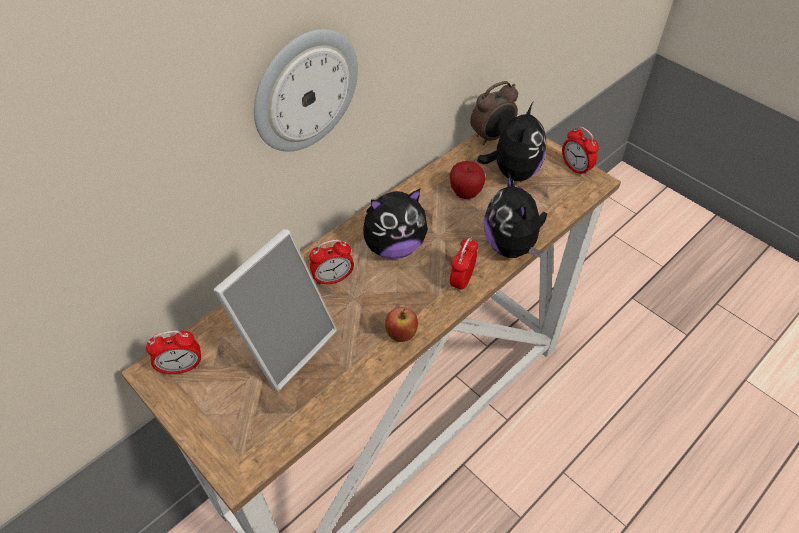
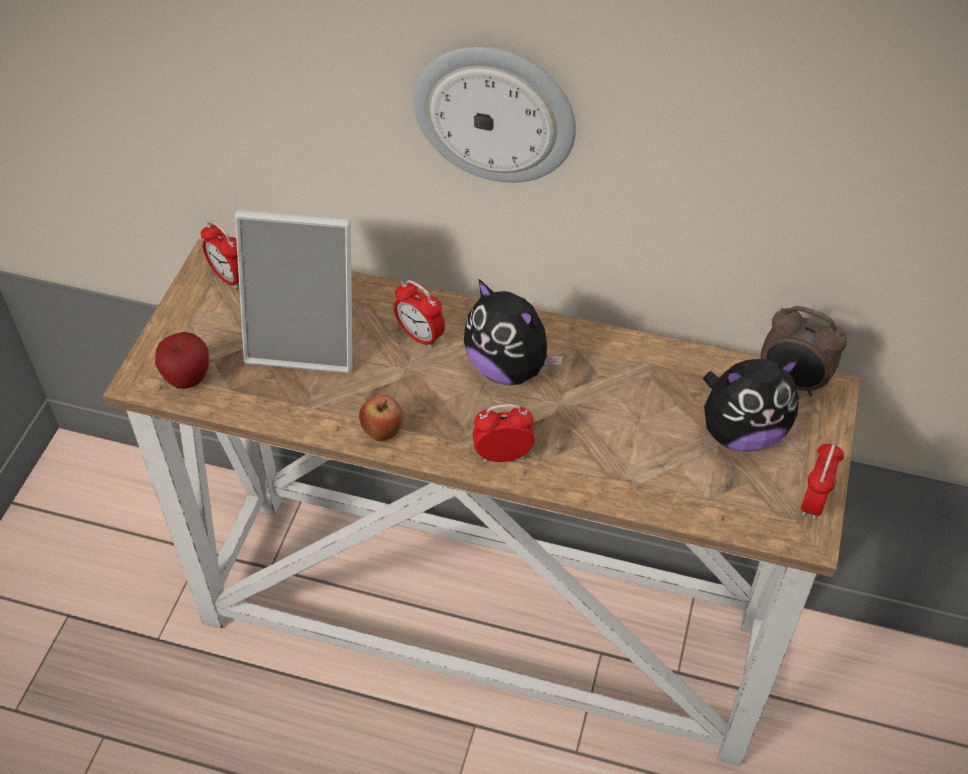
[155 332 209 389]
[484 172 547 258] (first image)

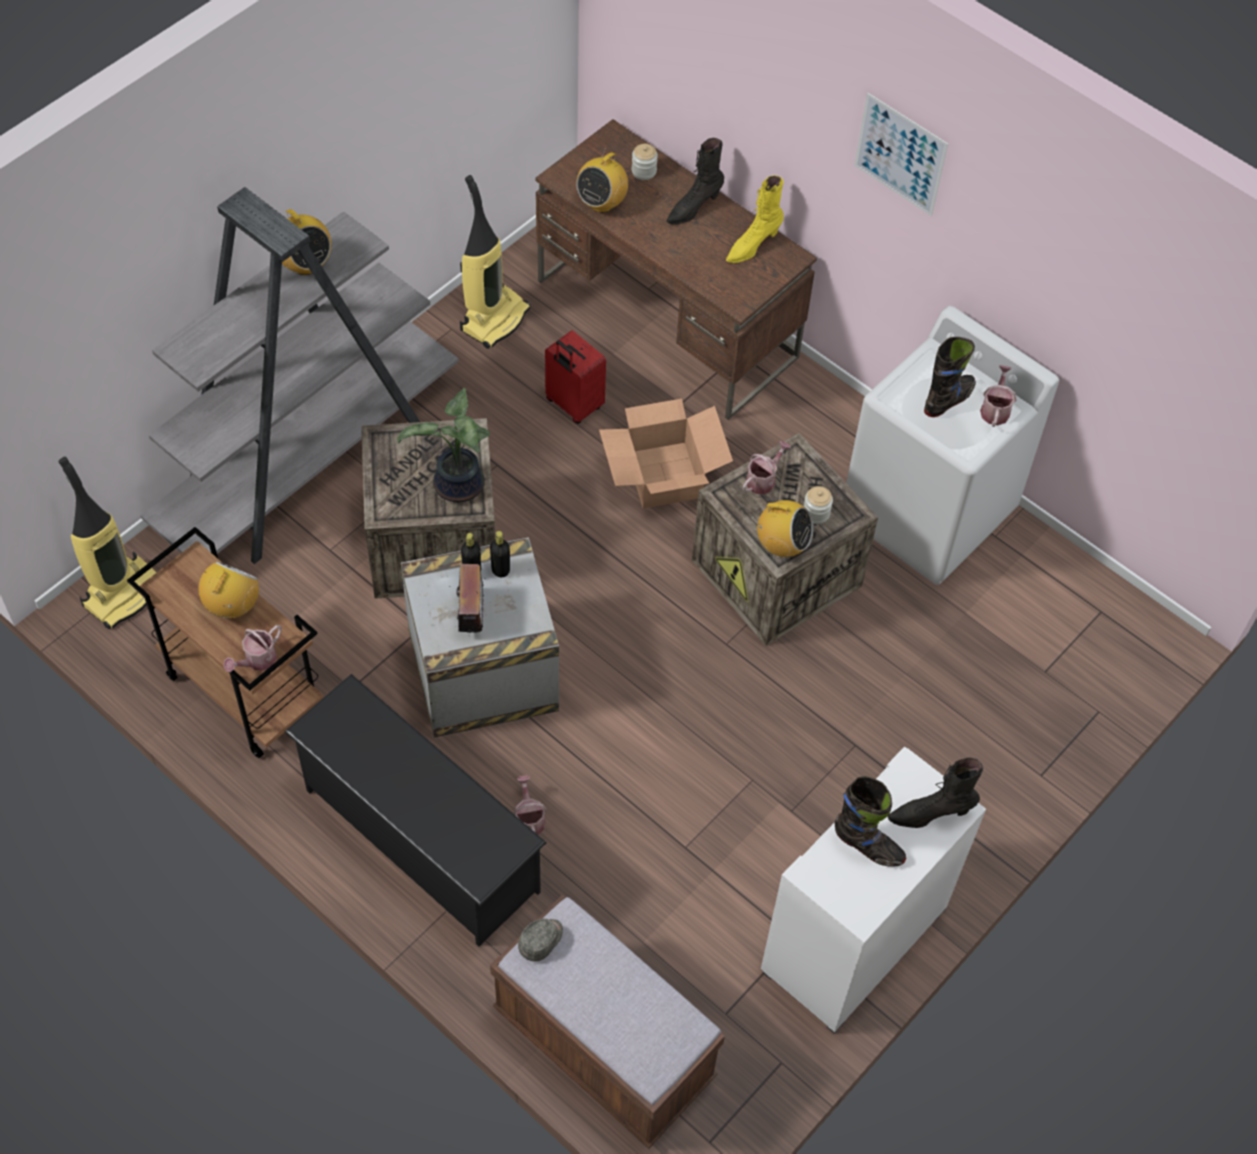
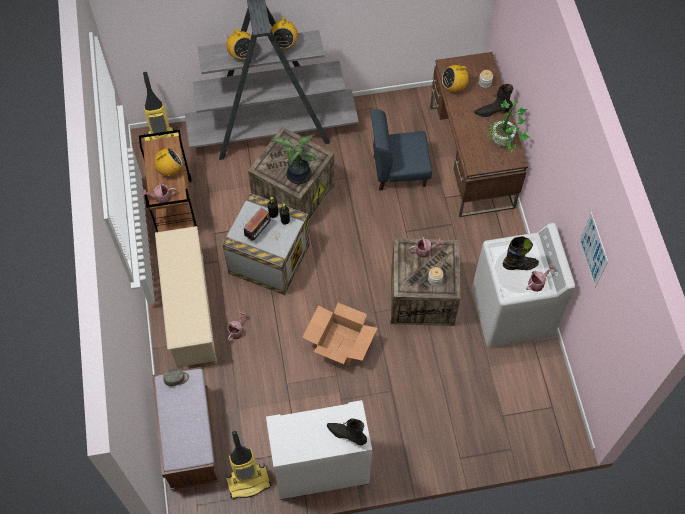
[155 226 217 367]
[226 28 255 61]
[226 431 271 499]
[303 303 377 366]
[370 109 432 191]
[487 99 530 152]
[579 212 608 288]
[835 776 906 867] (first image)

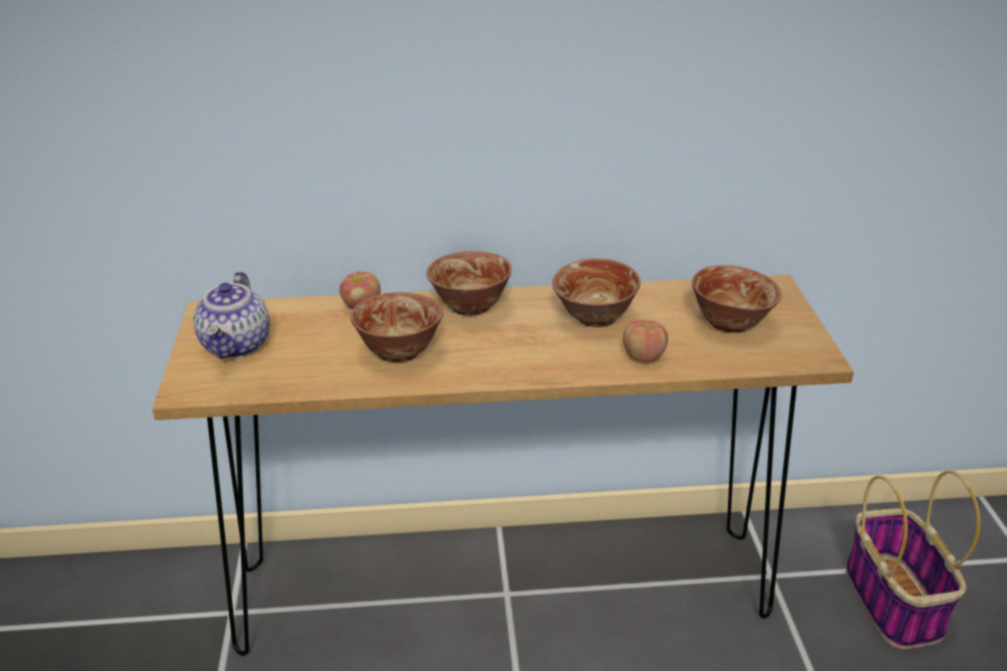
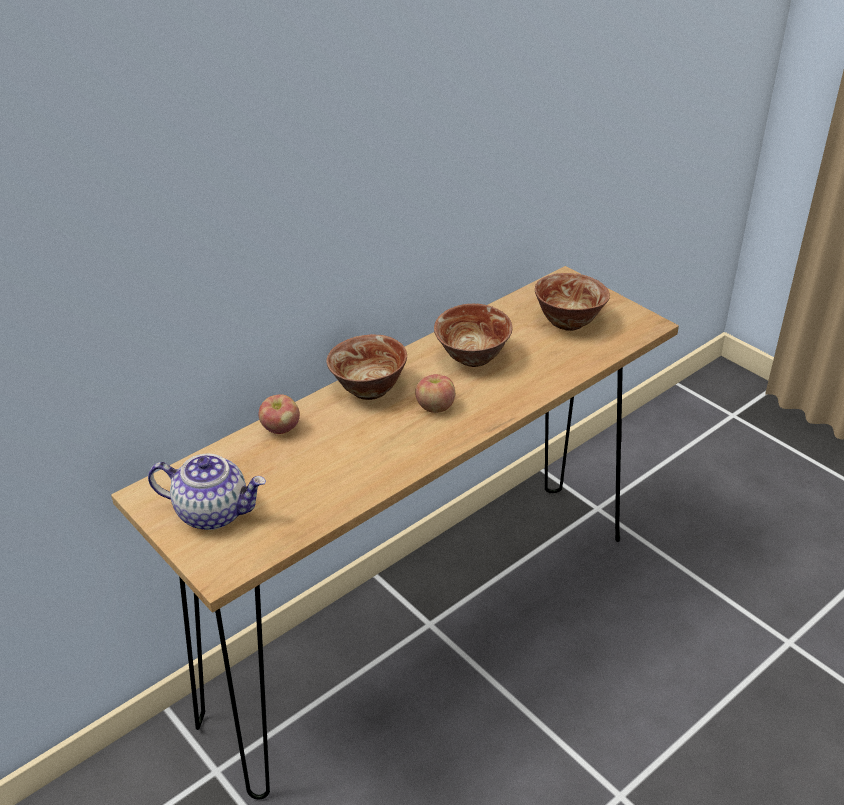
[148 454 266 530]
[415 374 455 413]
[350 292 443 362] (first image)
[846 470 980 649] (first image)

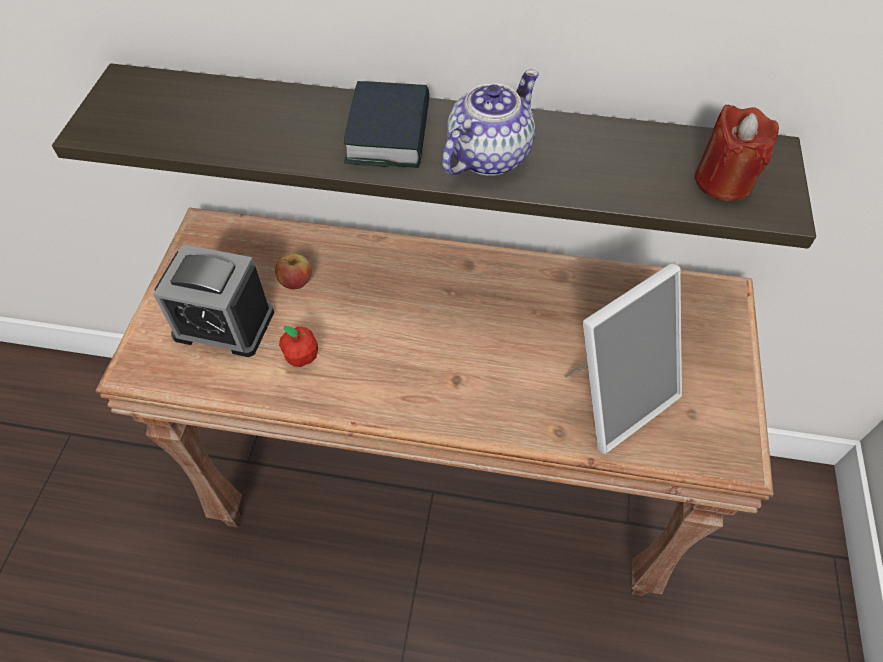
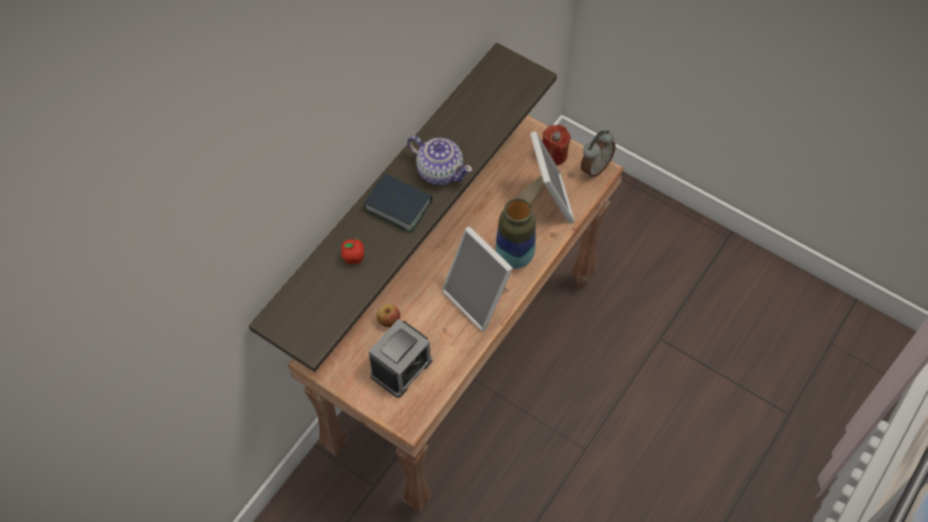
[341 237 364 264]
[407 135 472 185]
[442 227 513 332]
[495 198 536 269]
[542 125 571 166]
[581 130 616 178]

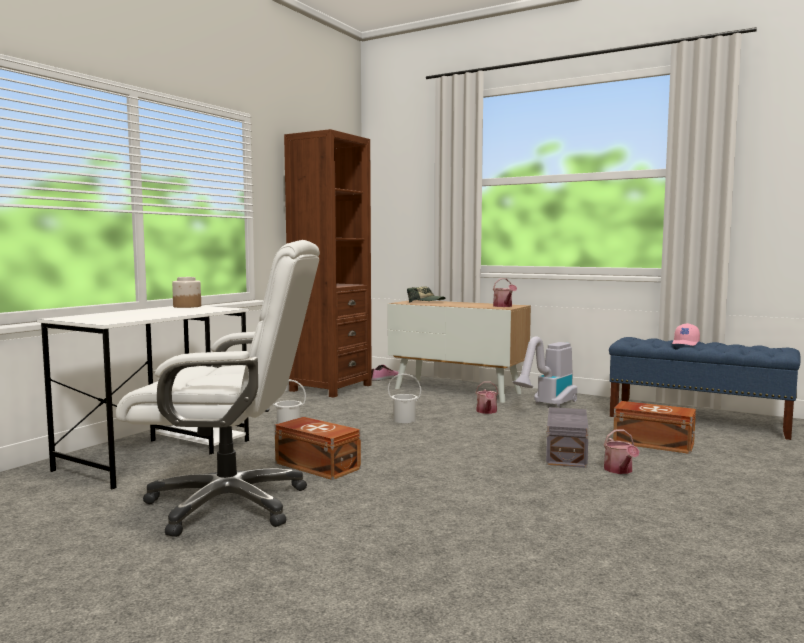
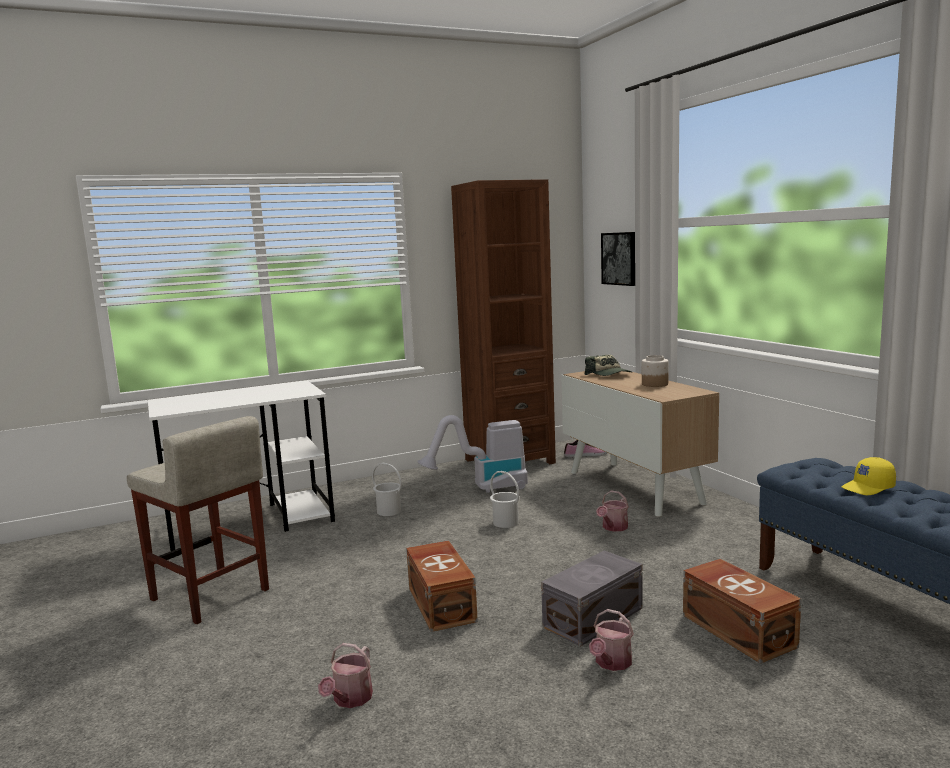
[127 416 269 624]
[318 643 373 708]
[406 541 478 632]
[417 415 528 493]
[601 232 635 286]
[642 355 669 387]
[841 457 896 495]

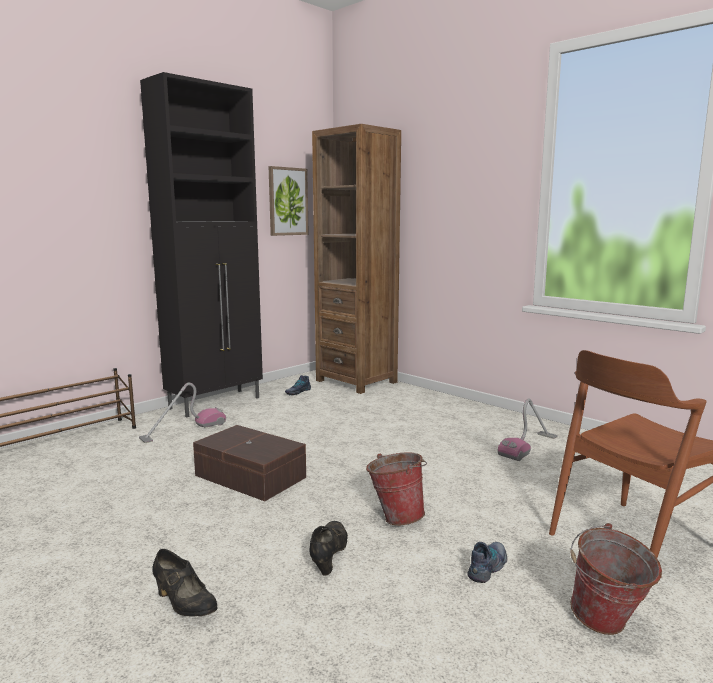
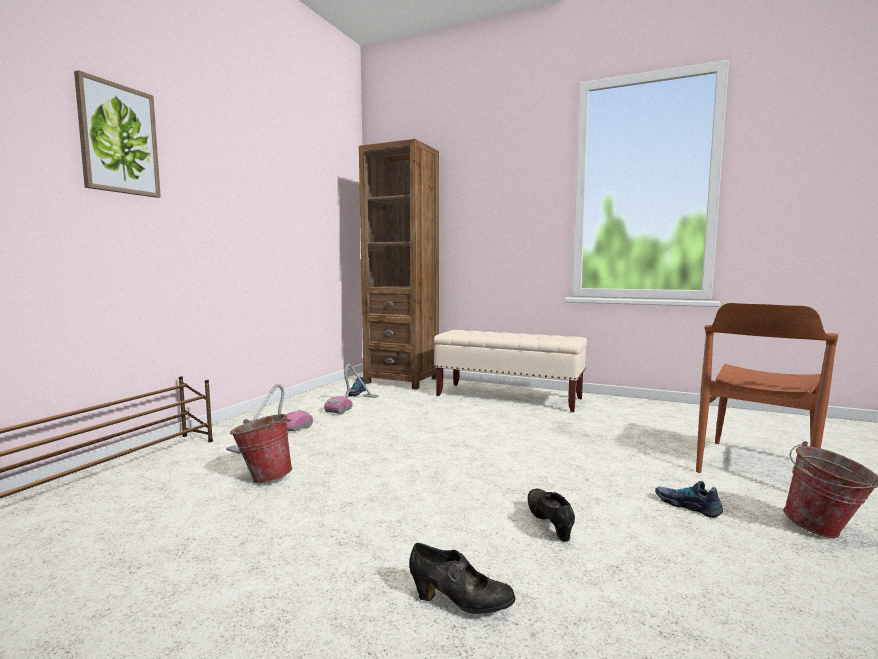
[74 70 161 198]
[230 414 293 484]
[324 364 379 414]
[434 330 587 412]
[655 481 723 518]
[140 72 263 417] (first image)
[193 425 306 501] (first image)

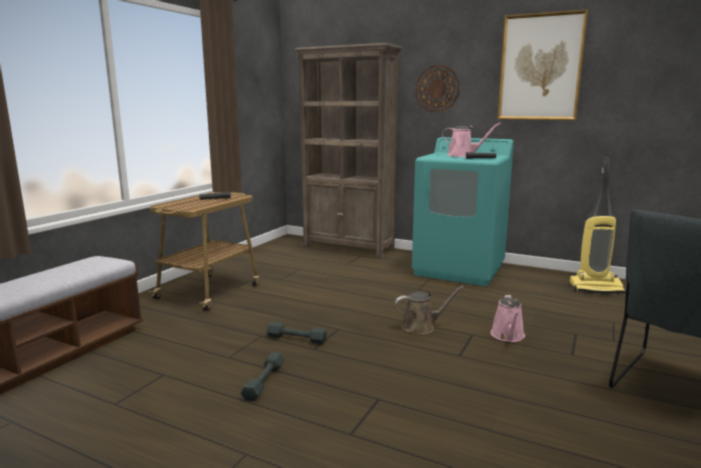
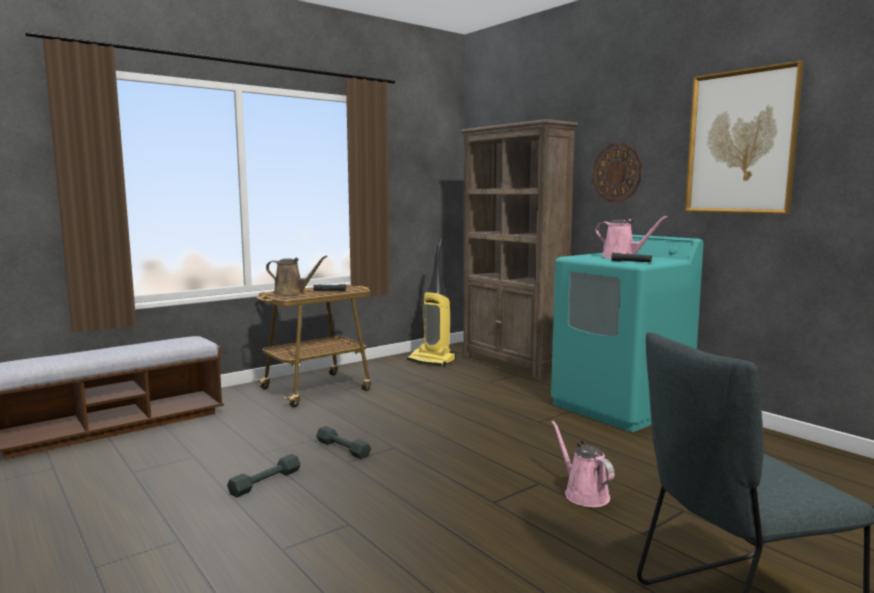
[266 255 328 295]
[407 239 456 367]
[552 421 614 507]

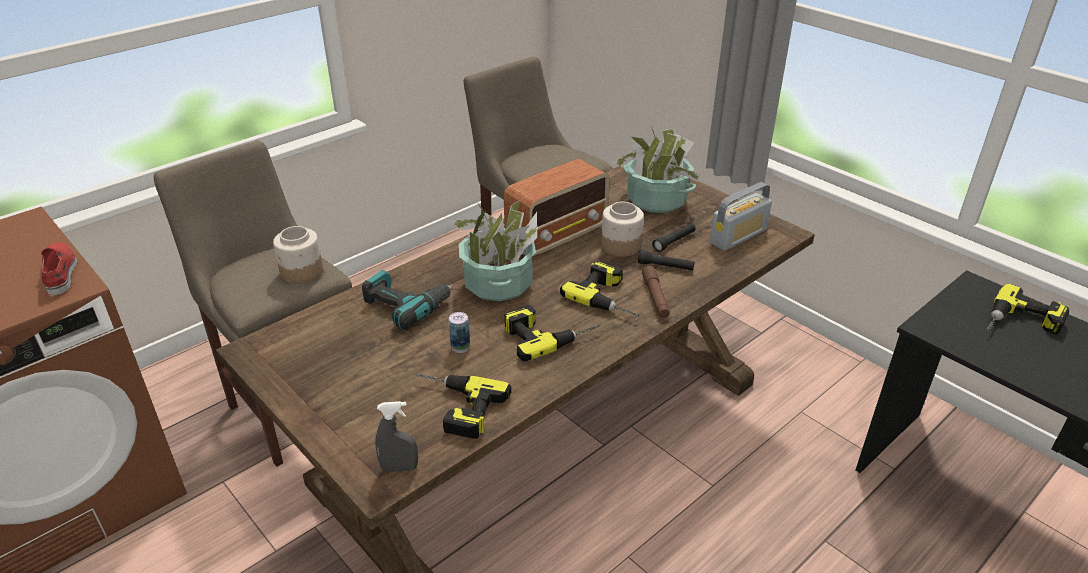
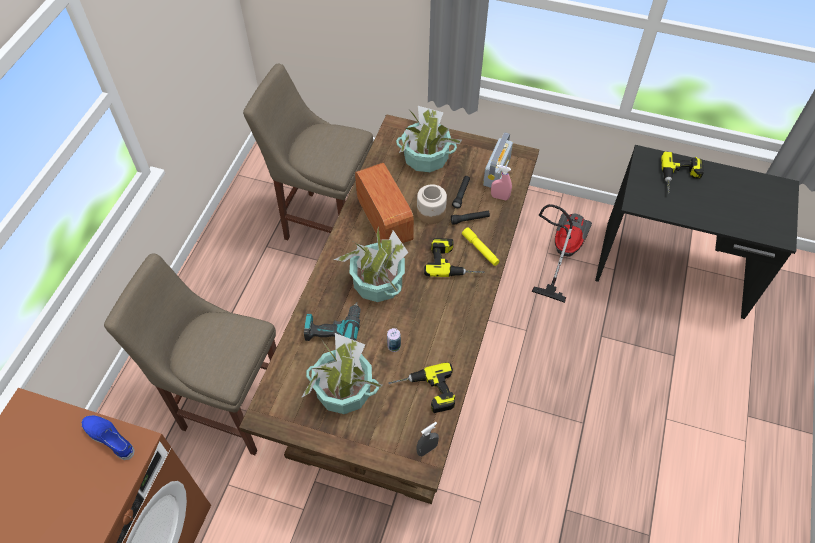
[82 415 135 460]
[301 333 383 414]
[355 163 414 244]
[462 227 500 266]
[491 165 512 200]
[532 204 592 303]
[273 226 323 284] (first image)
[505 305 600 362] (first image)

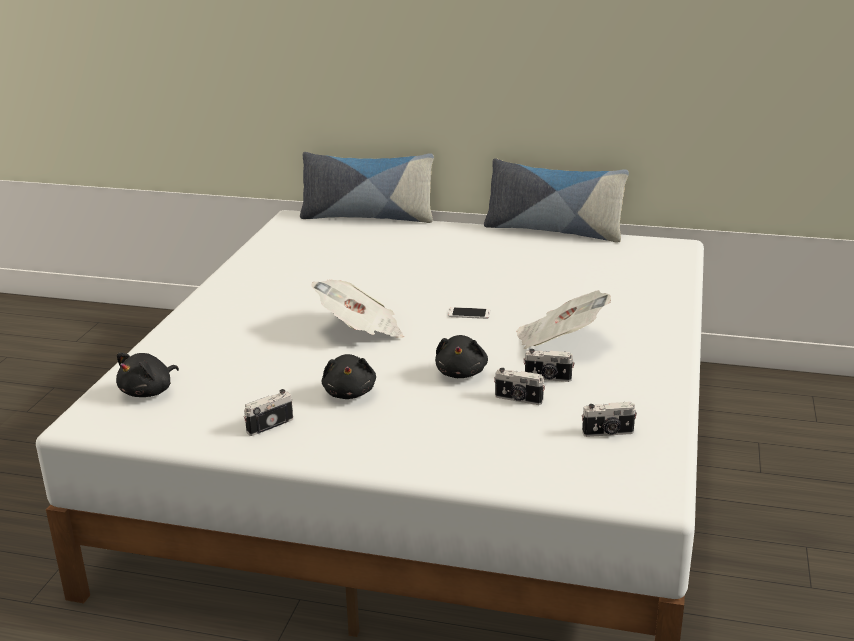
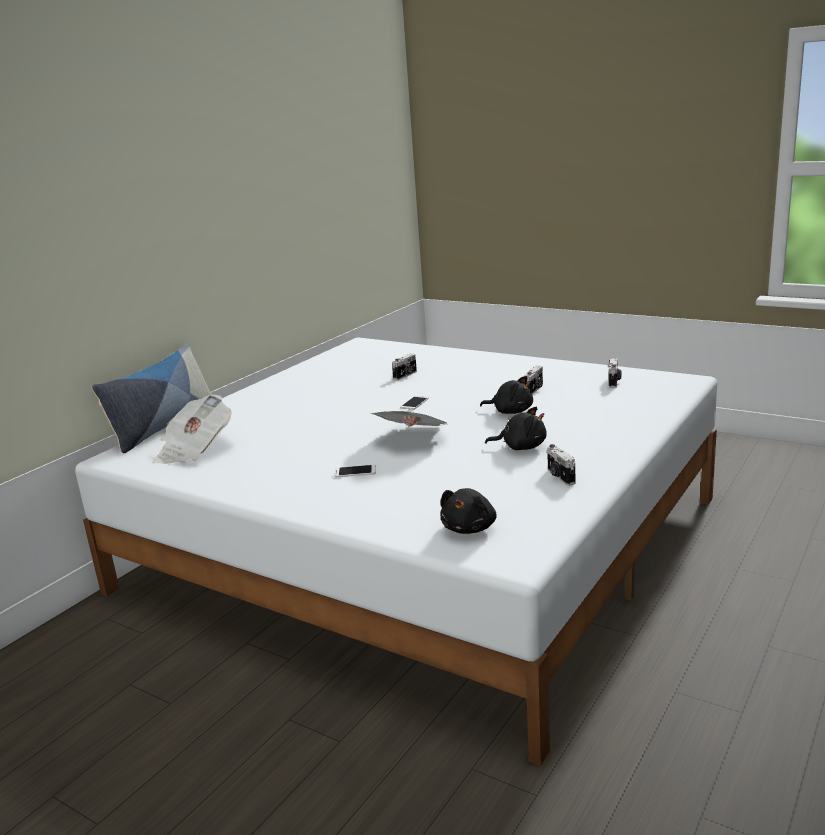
[155 394 231 464]
[335 465 376 477]
[392 353 417 380]
[441 488 497 534]
[484 158 629 243] (first image)

